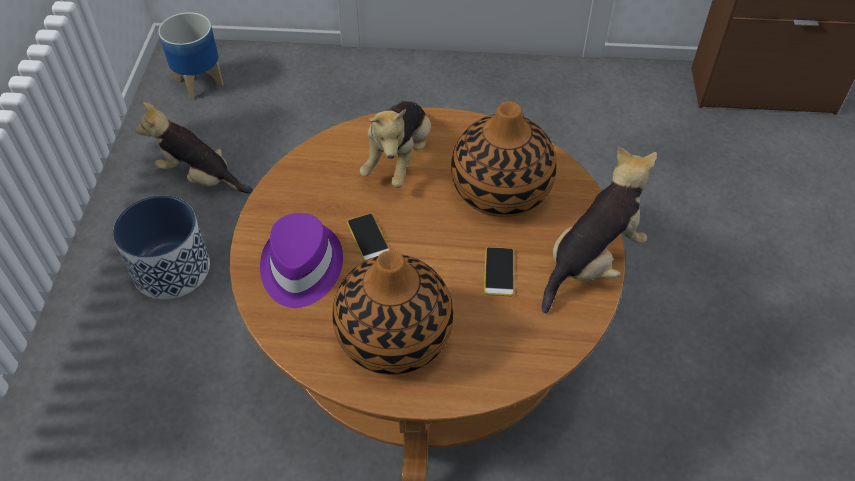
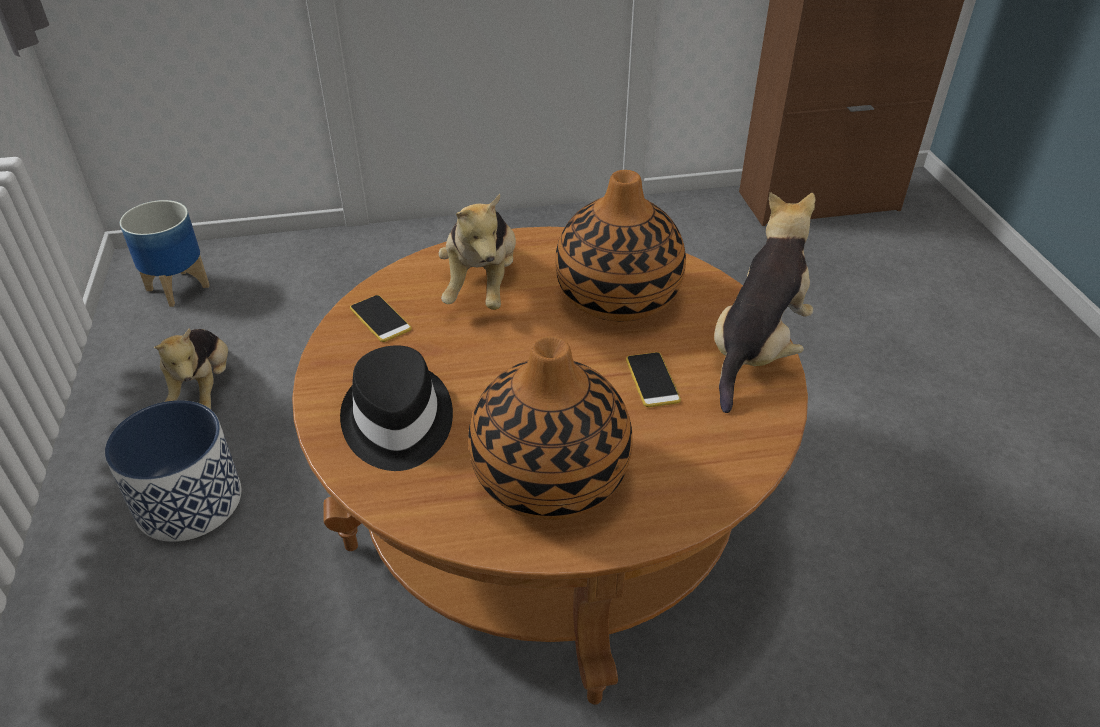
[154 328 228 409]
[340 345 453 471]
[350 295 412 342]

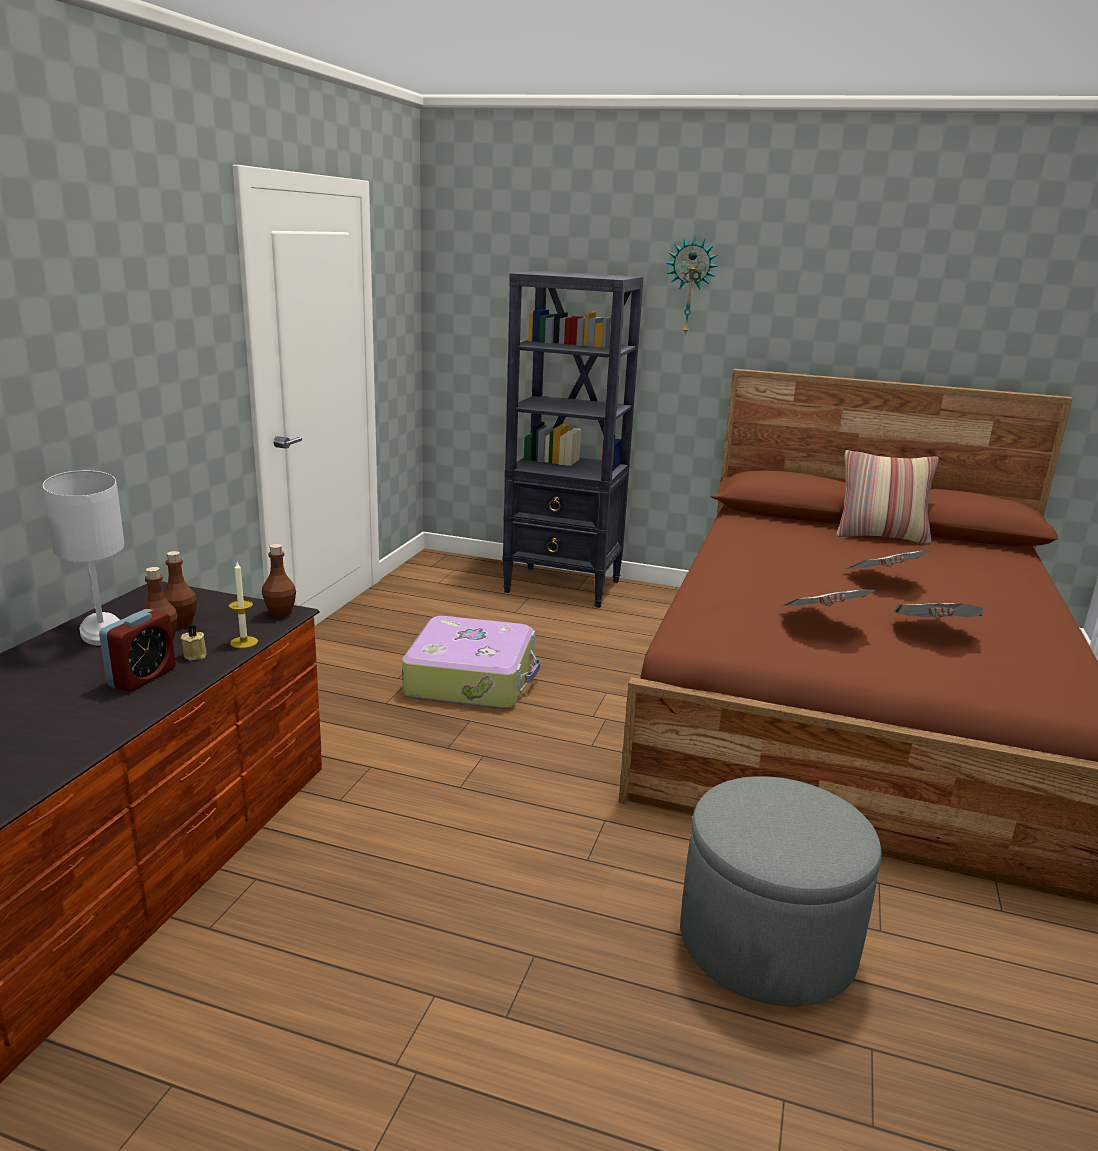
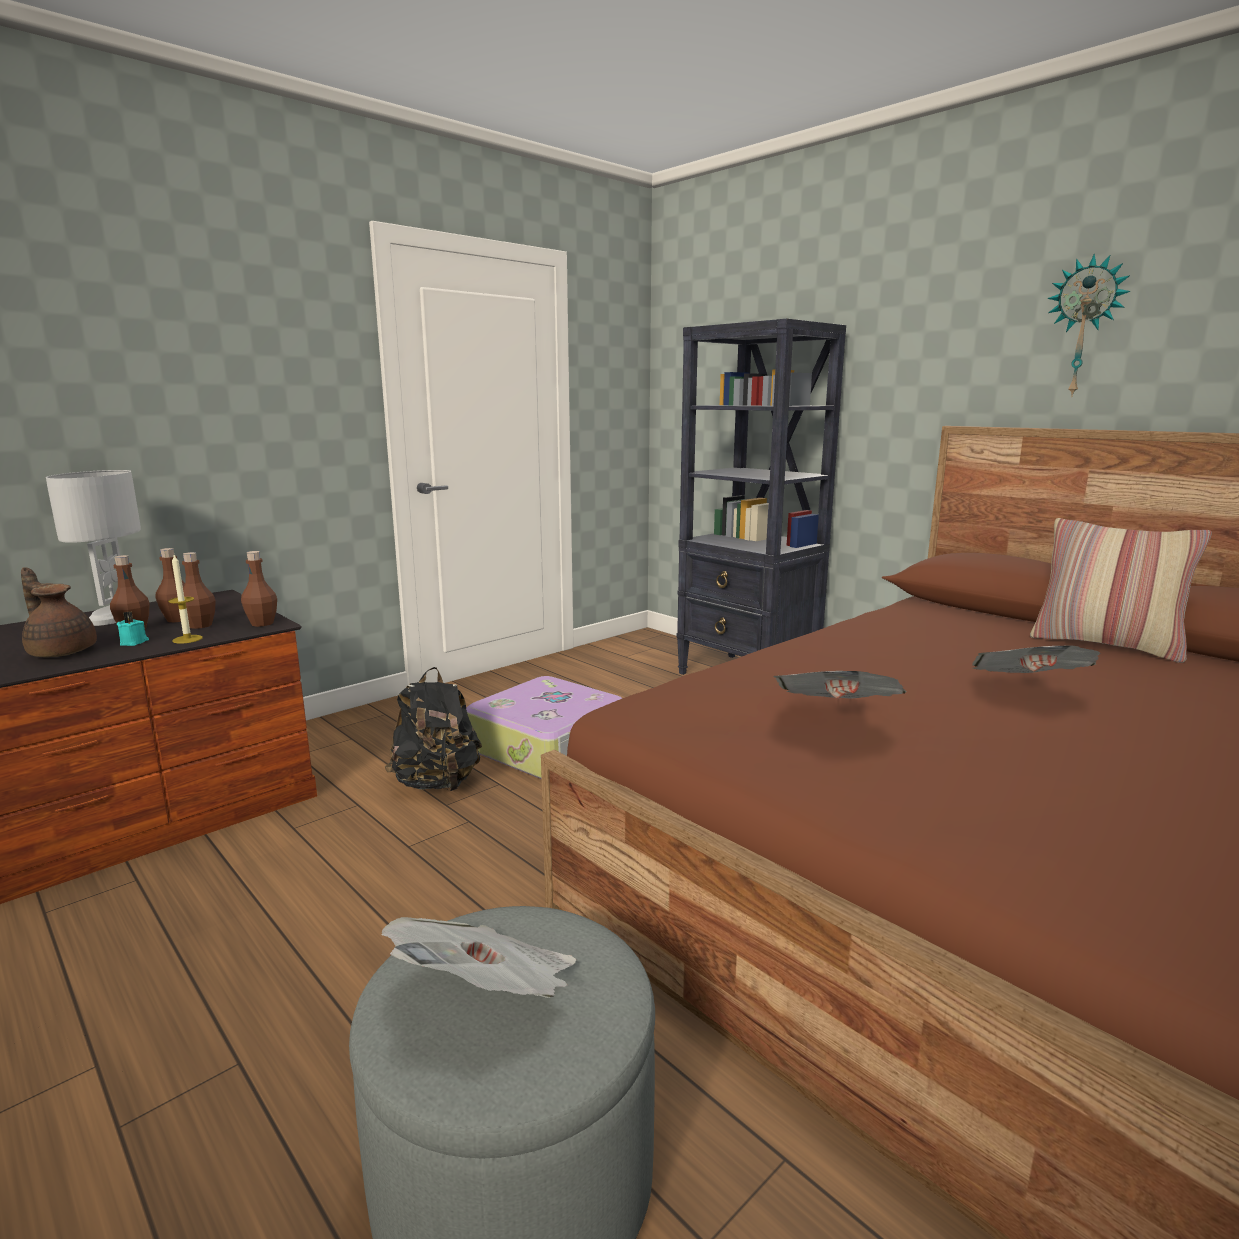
[21 568 97 657]
[117 611 149 646]
[182 552 216 629]
[382 917 576 998]
[385 667 482 791]
[1047 254 1131 397]

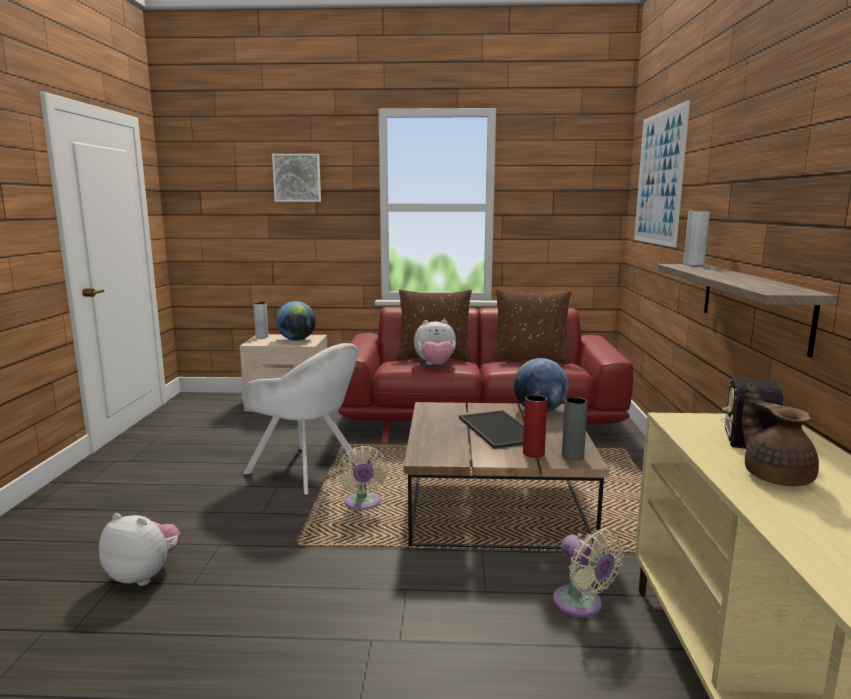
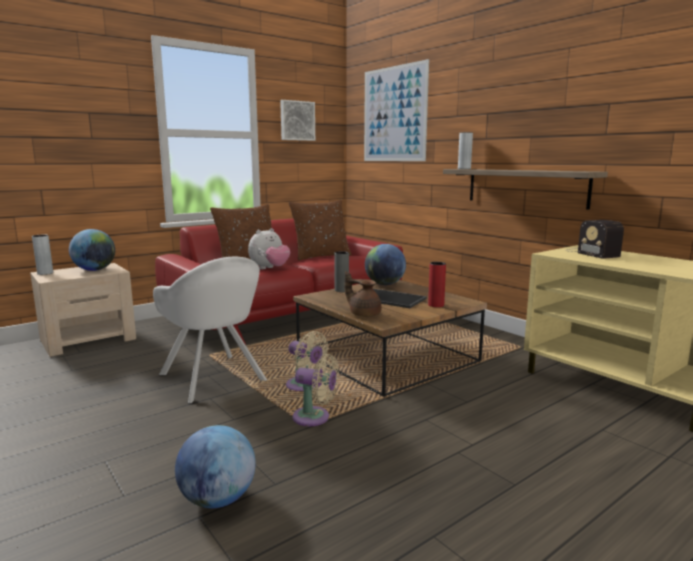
[153 257 267 404]
[175 425 256 508]
[280 100 315 141]
[293 354 339 426]
[334 251 349 292]
[345 271 382 317]

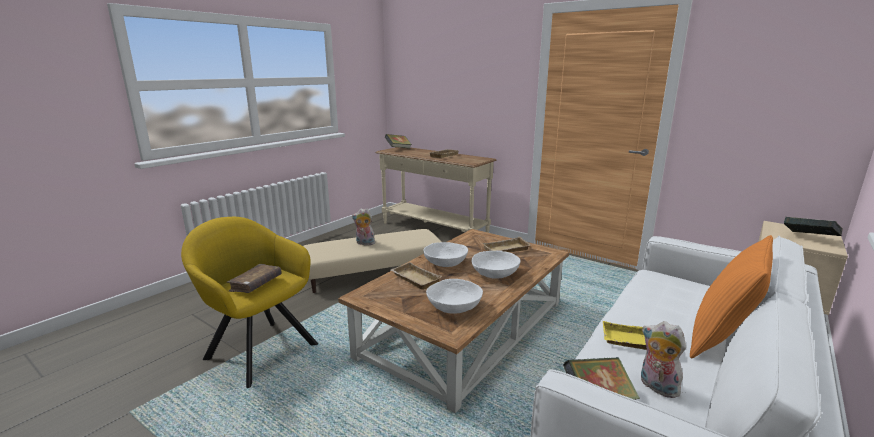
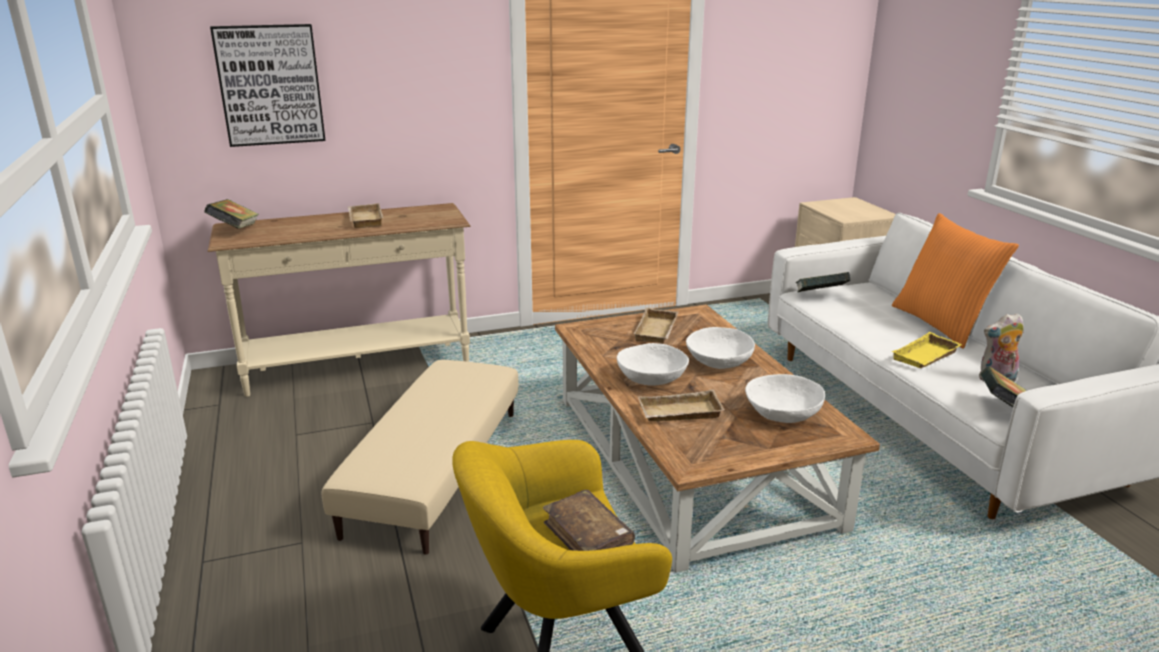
[210 24 326 147]
[795 272 850 292]
[352 208 375 245] (first image)

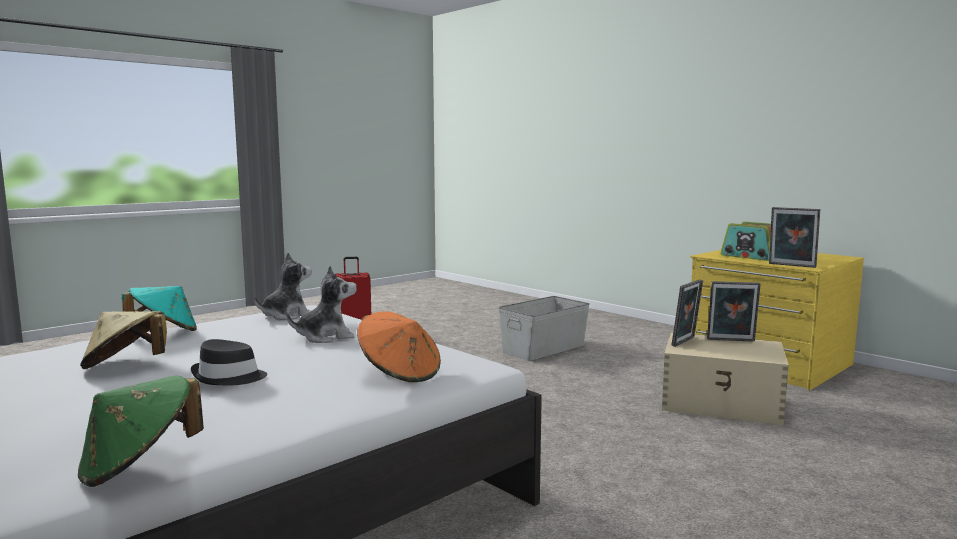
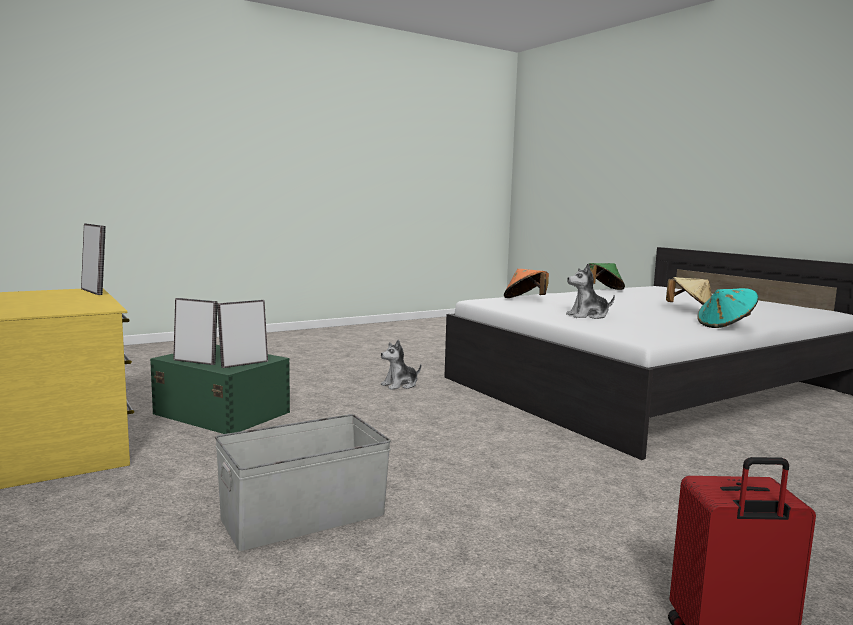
[150 345 290 434]
[381 339 421 390]
[191 339 267 385] (first image)
[720 222 771 261] (first image)

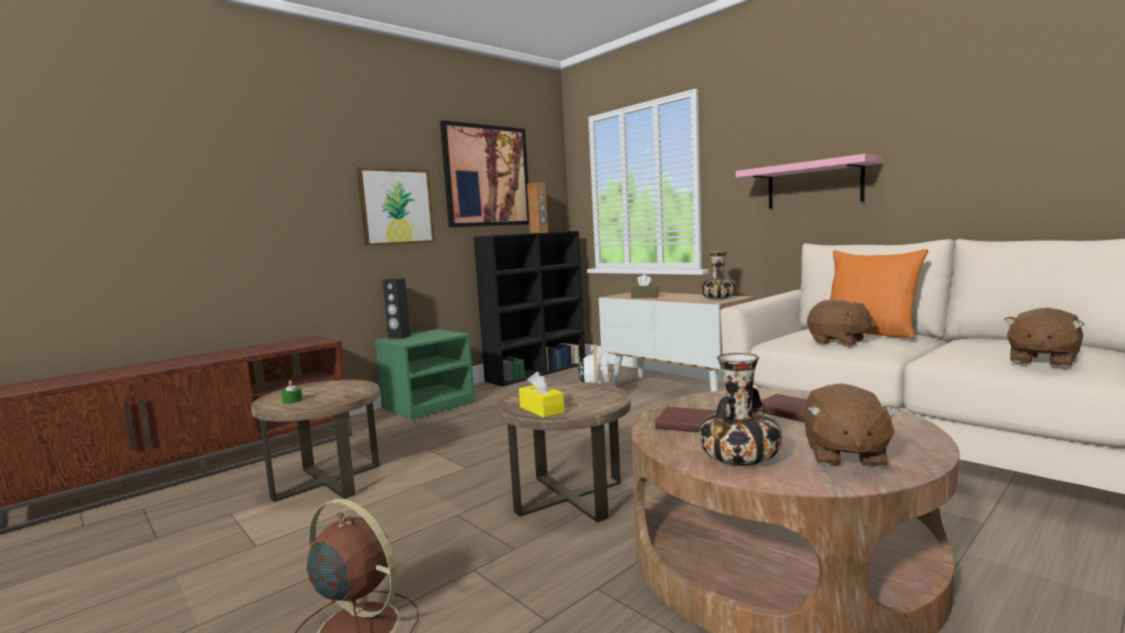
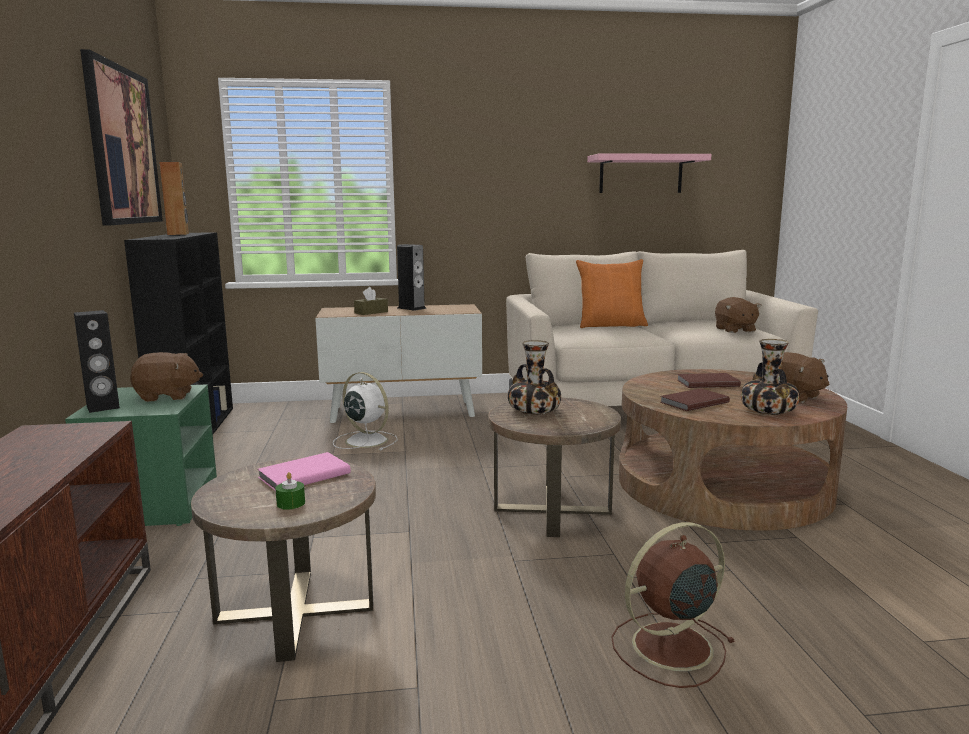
[130 352 203 402]
[258 452 351 491]
[397 244 426 311]
[508 340 561 415]
[587 153 712 193]
[357 167 435 246] (first image)
[519 371 565 418] (first image)

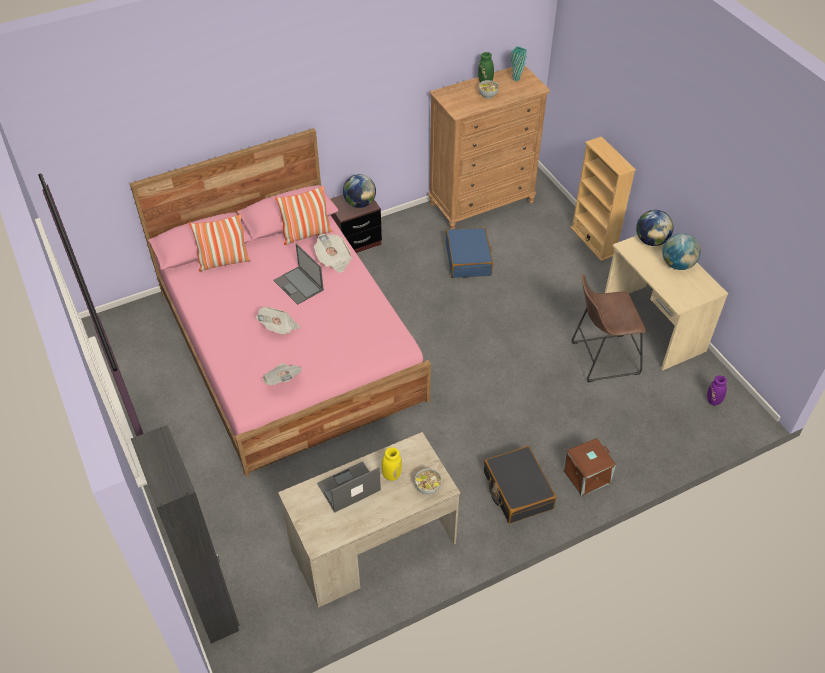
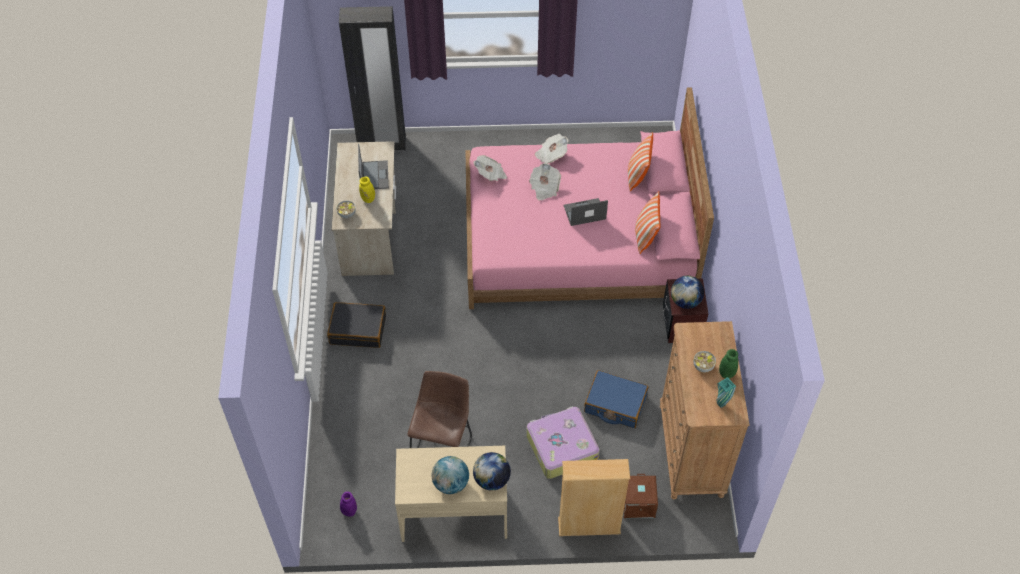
[526 406 600 479]
[535 134 569 163]
[623 474 658 518]

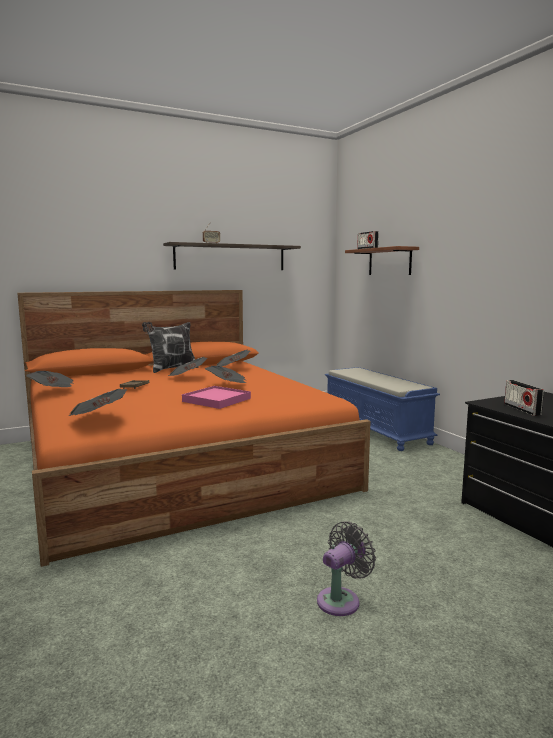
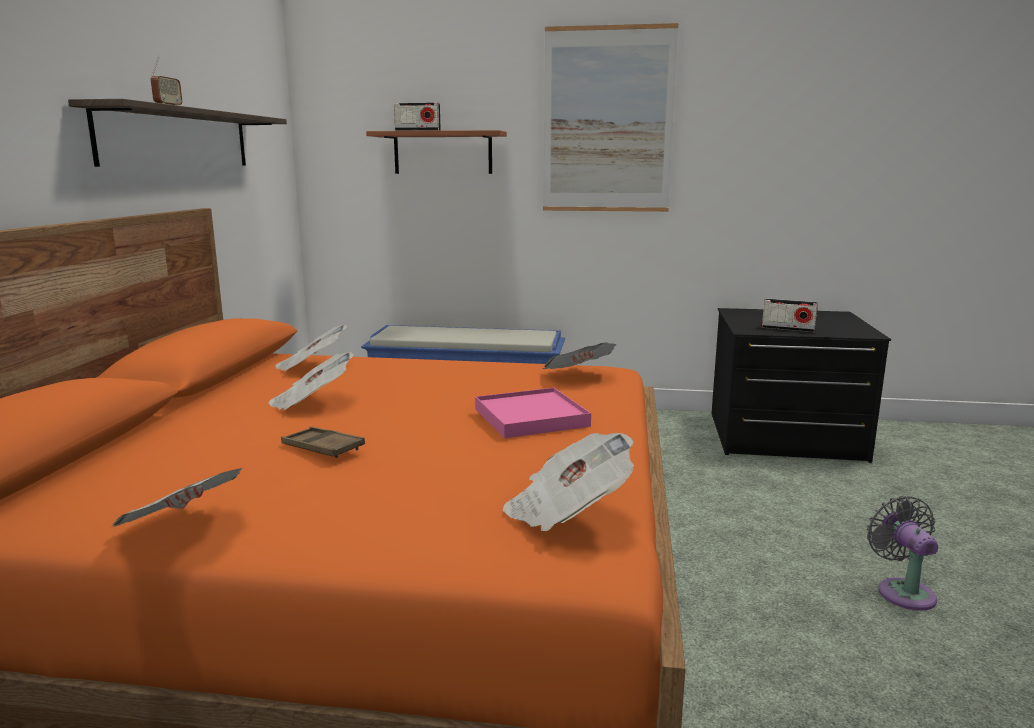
[543 23 678 212]
[543 342 616 369]
[142 322 198 373] (first image)

